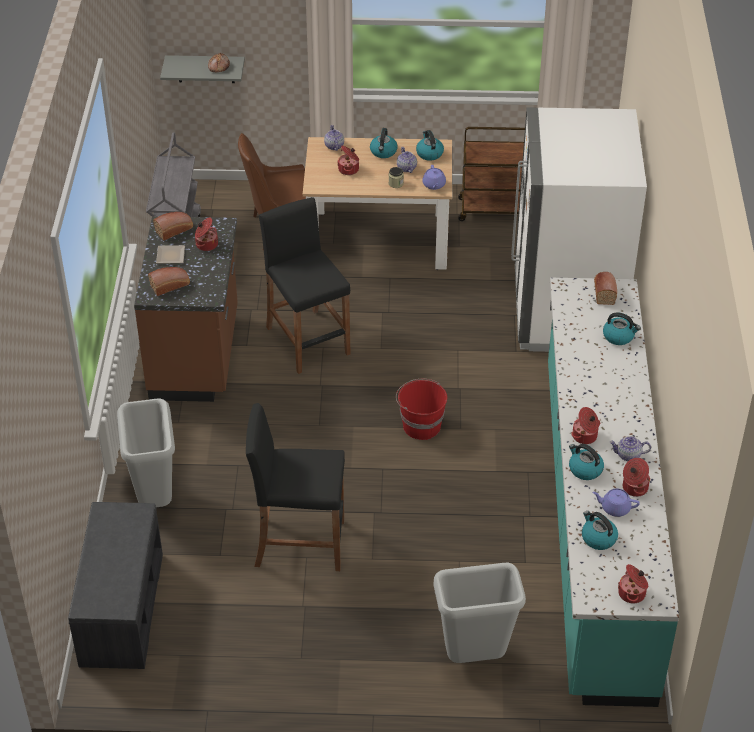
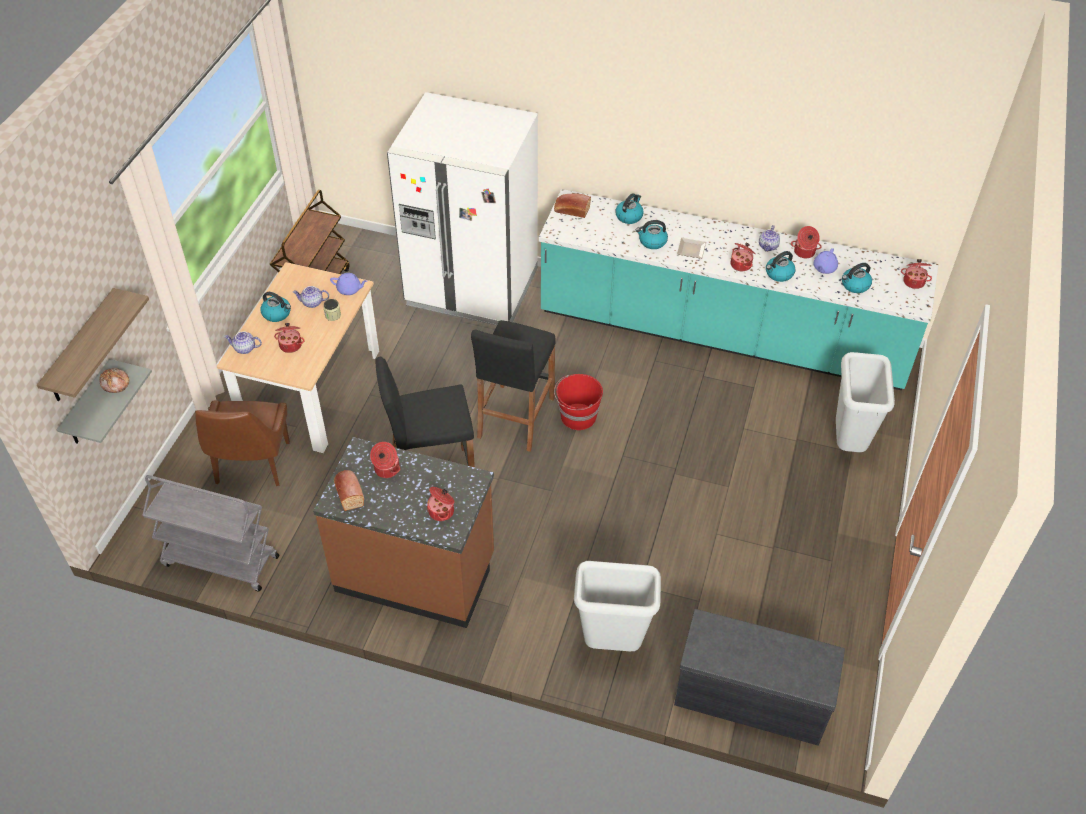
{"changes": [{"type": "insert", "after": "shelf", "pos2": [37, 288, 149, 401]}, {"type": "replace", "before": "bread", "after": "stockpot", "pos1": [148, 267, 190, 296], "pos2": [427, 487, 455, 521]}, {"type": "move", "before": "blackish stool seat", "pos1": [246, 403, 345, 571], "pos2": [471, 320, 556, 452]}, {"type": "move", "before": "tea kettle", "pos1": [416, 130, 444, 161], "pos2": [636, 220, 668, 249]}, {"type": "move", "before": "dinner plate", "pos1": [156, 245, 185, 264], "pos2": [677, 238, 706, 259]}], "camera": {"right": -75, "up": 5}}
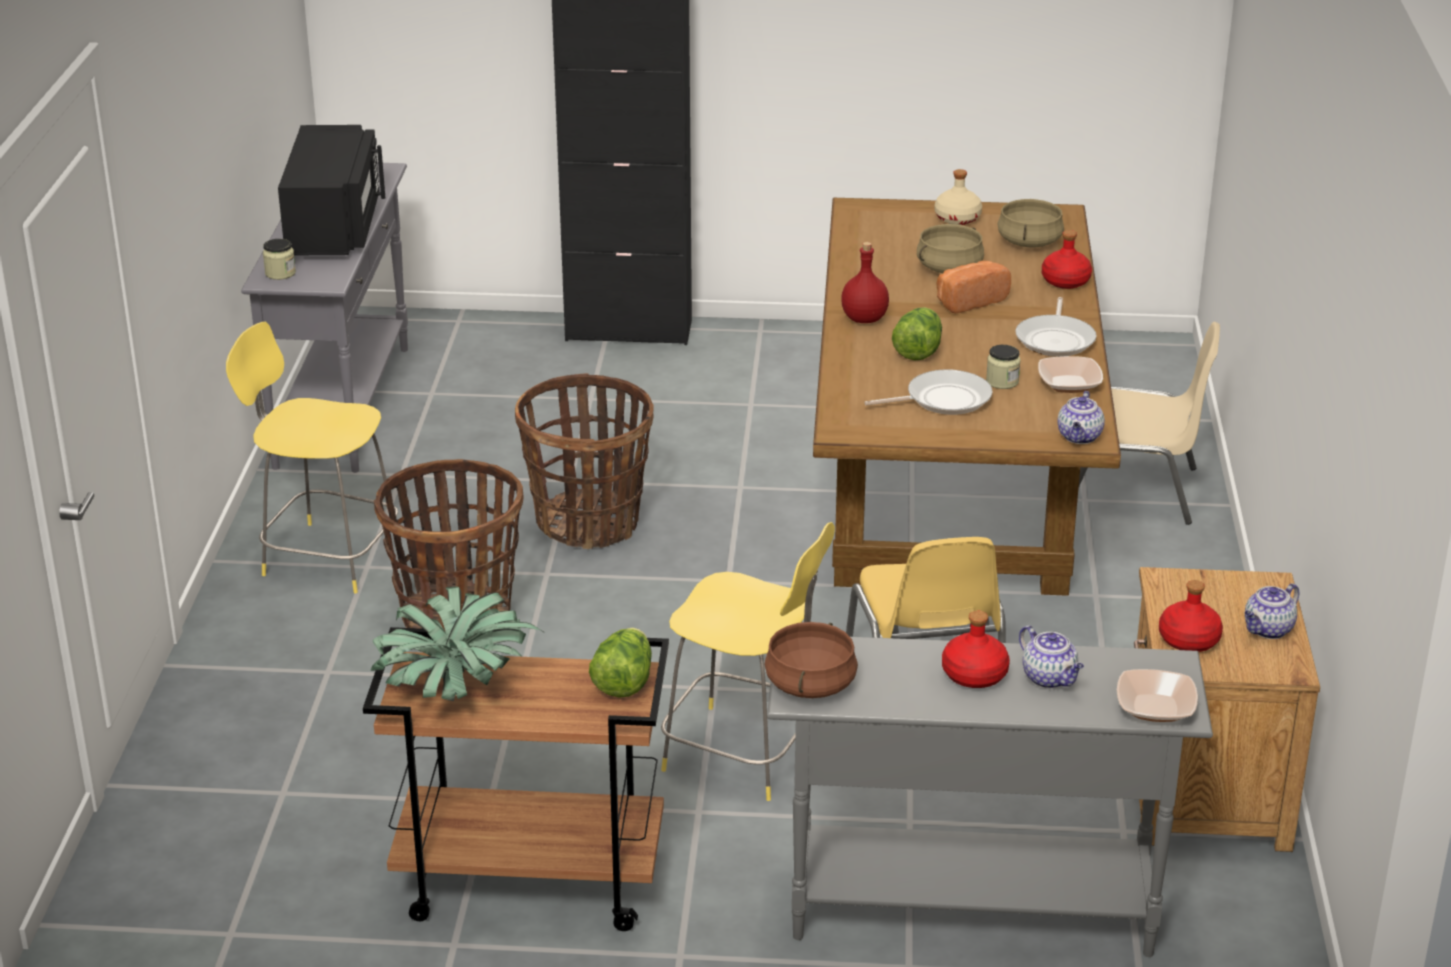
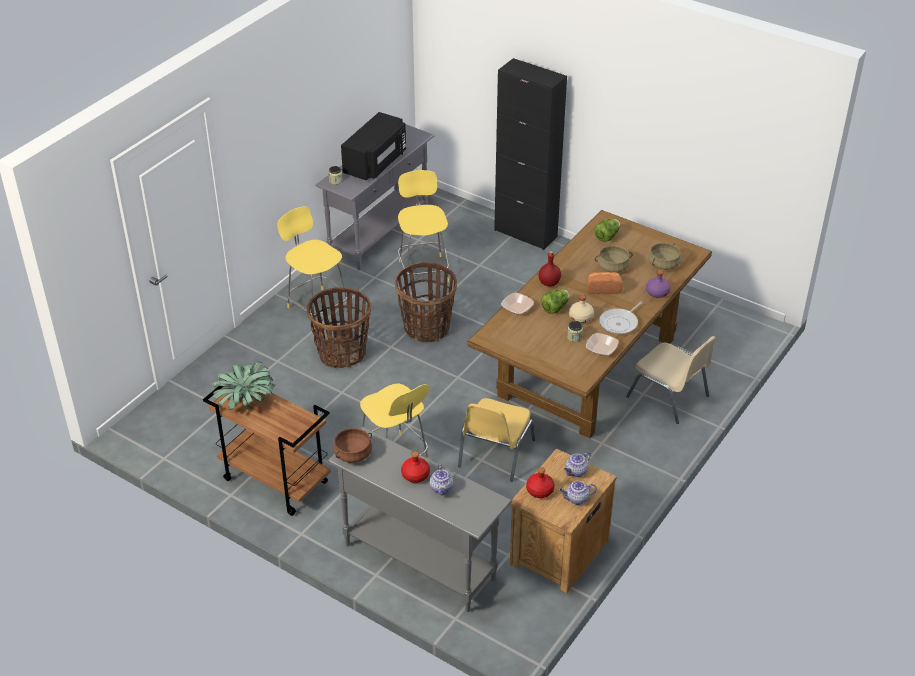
{"changes": [{"type": "insert", "after": "yellow stool seat", "pos2": [398, 170, 449, 282]}, {"type": "move", "before": "deep dish", "pos1": [1117, 669, 1198, 722], "pos2": [501, 293, 534, 314]}, {"type": "move", "before": "teapot", "pos1": [1057, 391, 1105, 444], "pos2": [564, 451, 591, 477]}, {"type": "move", "before": "sand-coloured beverage bottle", "pos1": [935, 169, 982, 225], "pos2": [569, 295, 594, 323]}, {"type": "move", "before": "head of lettuce", "pos1": [589, 628, 652, 698], "pos2": [594, 219, 620, 242]}, {"type": "recolor", "before": "reddish beverage bottle", "after": "purplish beverage bottle", "pos1": [1042, 230, 1092, 289], "pos2": [646, 270, 671, 298]}, {"type": "delete", "before": "frying pan", "pos1": [864, 369, 993, 415]}], "camera": {"right": 30, "up": 10}}
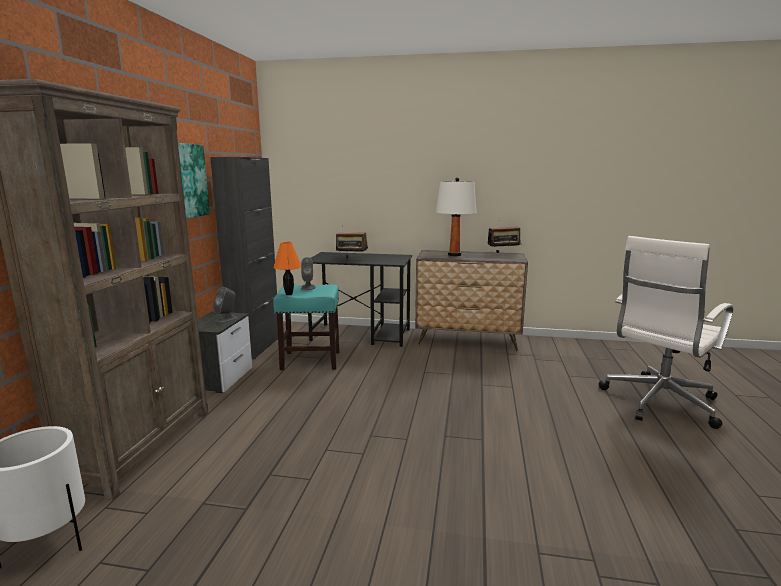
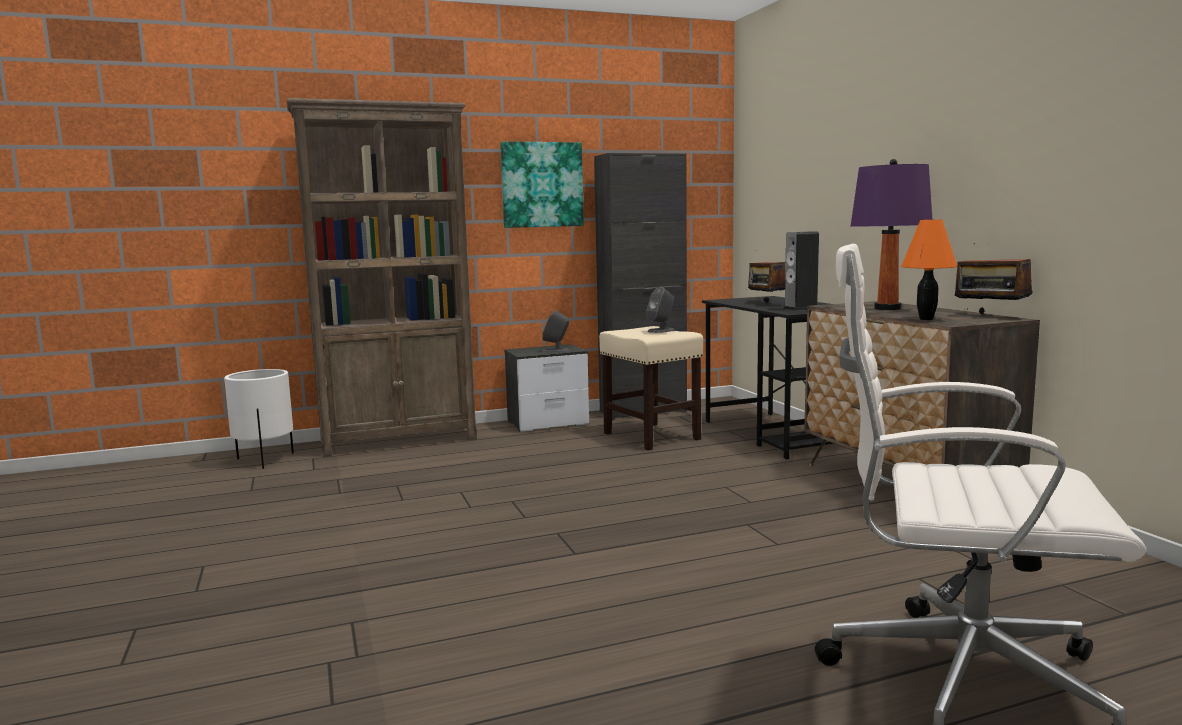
{"changes": [{"type": "recolor", "before": "blue-green stool seat", "after": "sand-coloured stool seat", "pos1": [273, 284, 339, 370], "pos2": [599, 326, 703, 450]}, {"type": "insert", "after": "audio speaker", "pos2": [783, 231, 819, 311]}, {"type": "recolor", "before": "white-coloured lamp for a table", "after": "purplish lamp for a table", "pos1": [436, 177, 477, 256], "pos2": [851, 159, 933, 310]}, {"type": "move", "before": "orangey lamp for a table", "pos1": [273, 242, 302, 295], "pos2": [901, 220, 957, 320]}], "camera": {"right": 60, "up": -5}}
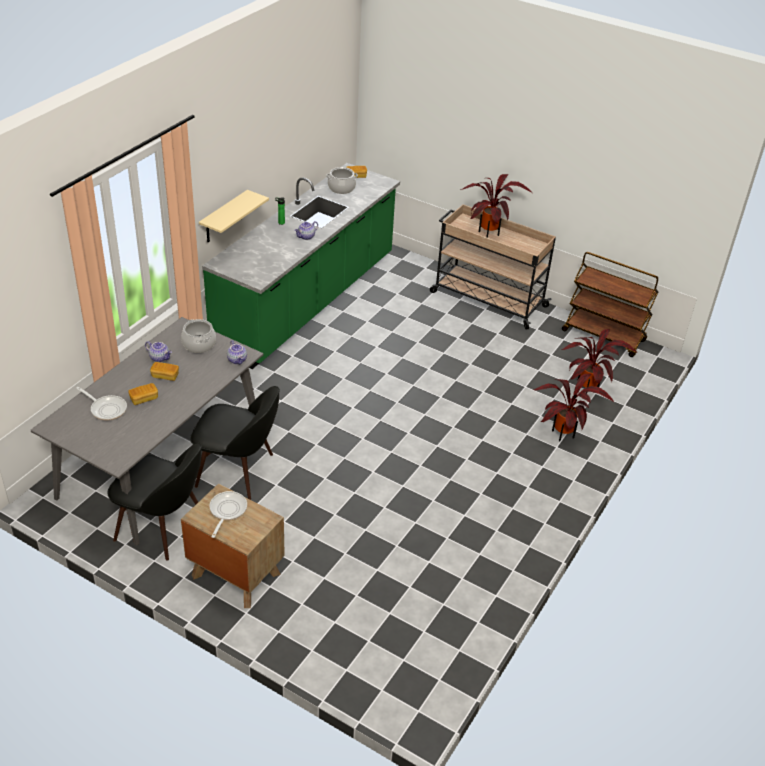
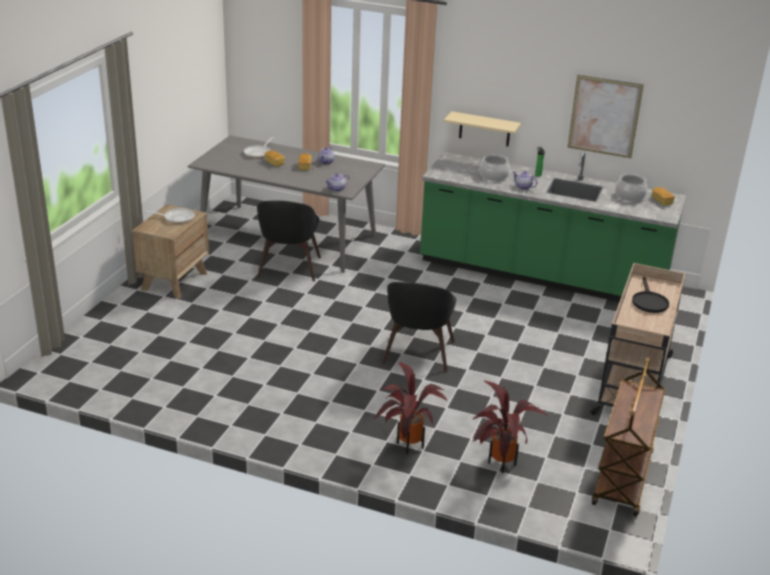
{"changes": [{"type": "move", "before": "blackish upright chair", "pos1": [107, 443, 202, 561], "pos2": [382, 282, 456, 372]}, {"type": "move", "before": "stockpot", "pos1": [181, 319, 216, 353], "pos2": [480, 154, 510, 181]}, {"type": "insert", "after": "wall art", "pos2": [567, 75, 644, 158]}, {"type": "replace", "before": "plant in a pot", "after": "blackish frying pan", "pos1": [460, 174, 532, 238], "pos2": [632, 277, 669, 313]}], "camera": {"right": 80, "up": -10}}
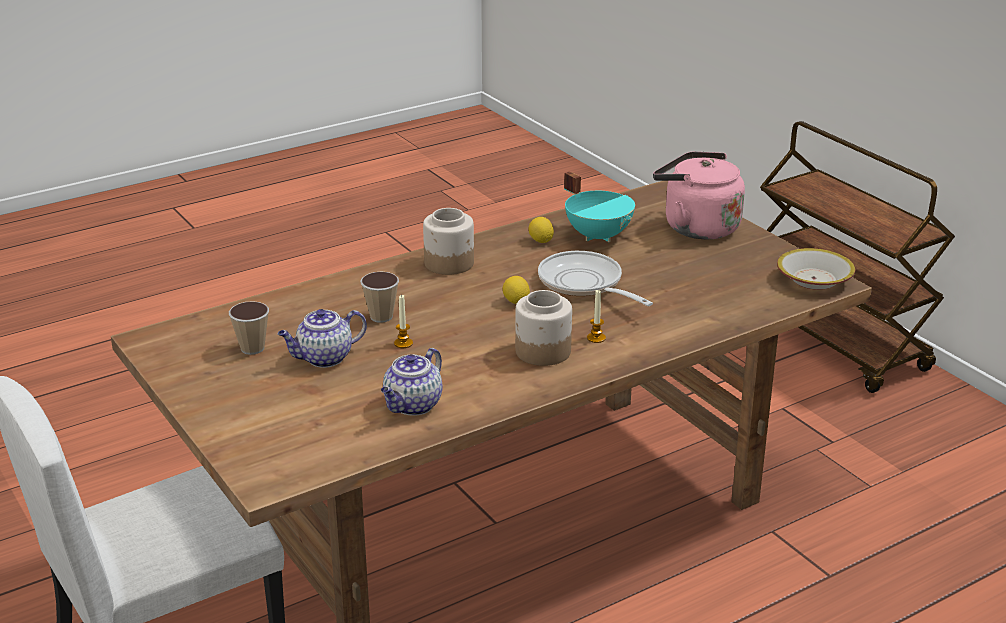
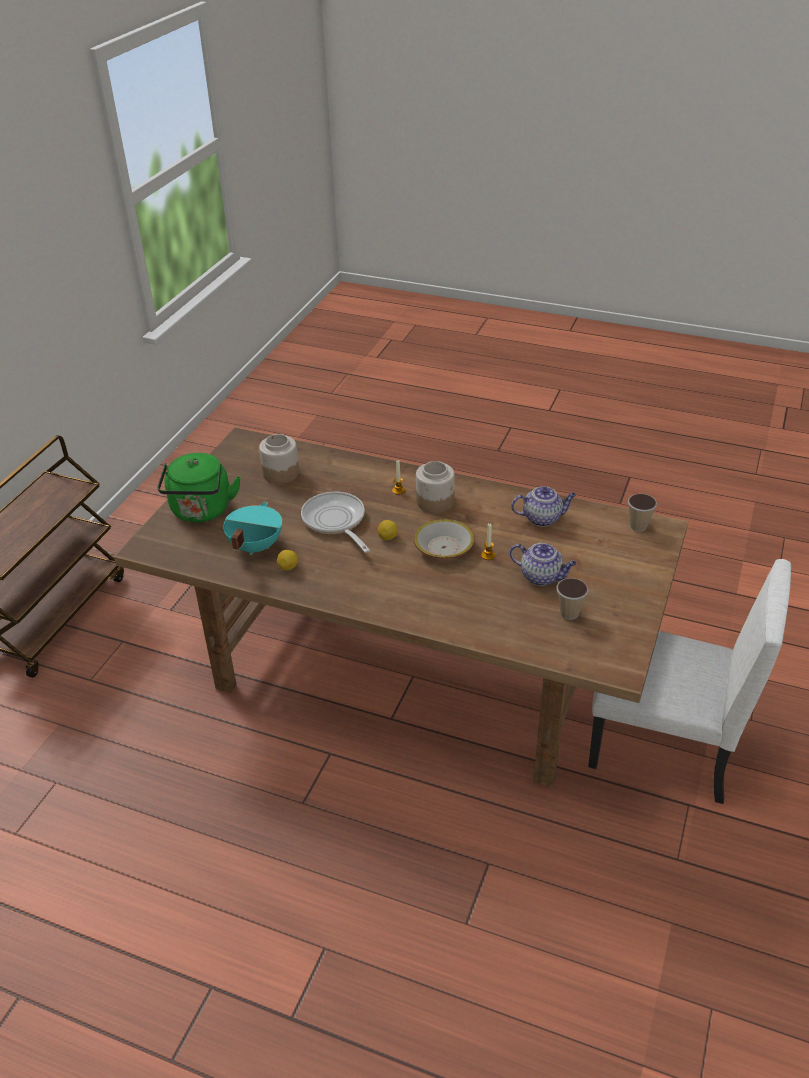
{"changes": [{"type": "recolor", "before": "pink tea kettle", "after": "green tea kettle", "pos1": [653, 151, 745, 239], "pos2": [157, 453, 241, 523]}, {"type": "move", "before": "preserve jar", "pos1": [423, 208, 474, 275], "pos2": [259, 434, 299, 484]}, {"type": "rotate", "before": "frying pan", "pos1": [538, 251, 653, 306], "pos2": [301, 492, 370, 553], "turn": 135}, {"type": "move", "before": "deep dish", "pos1": [777, 248, 855, 290], "pos2": [414, 519, 475, 559]}, {"type": "move", "before": "cup", "pos1": [360, 272, 399, 323], "pos2": [628, 494, 657, 532]}], "camera": {"right": -125, "up": 10}}
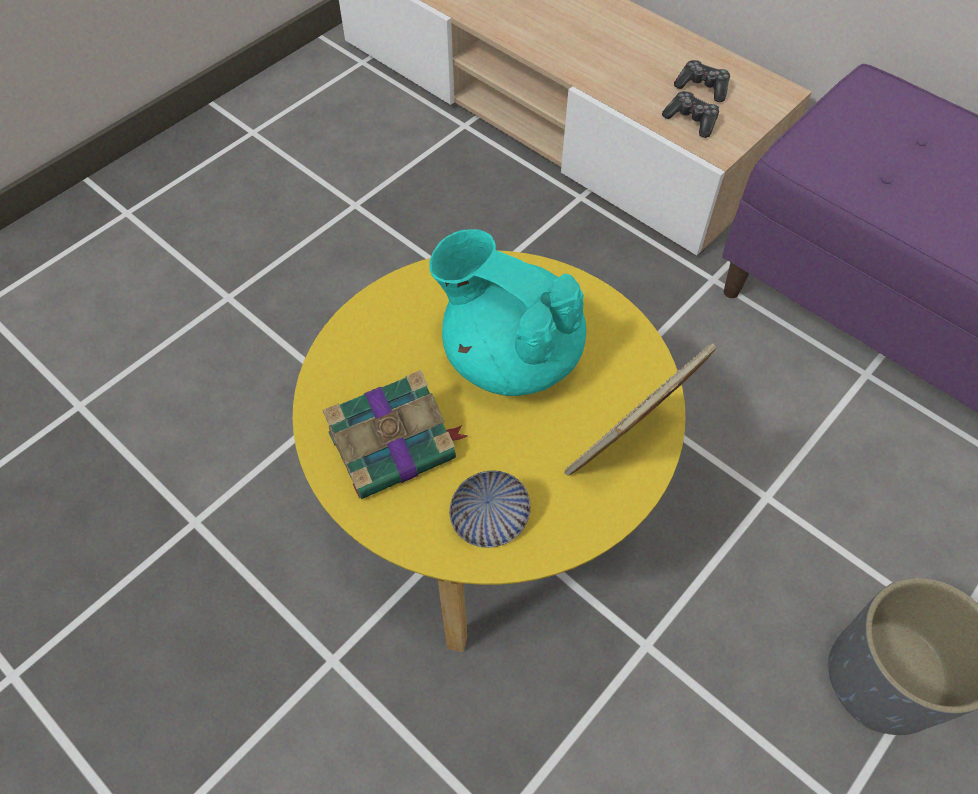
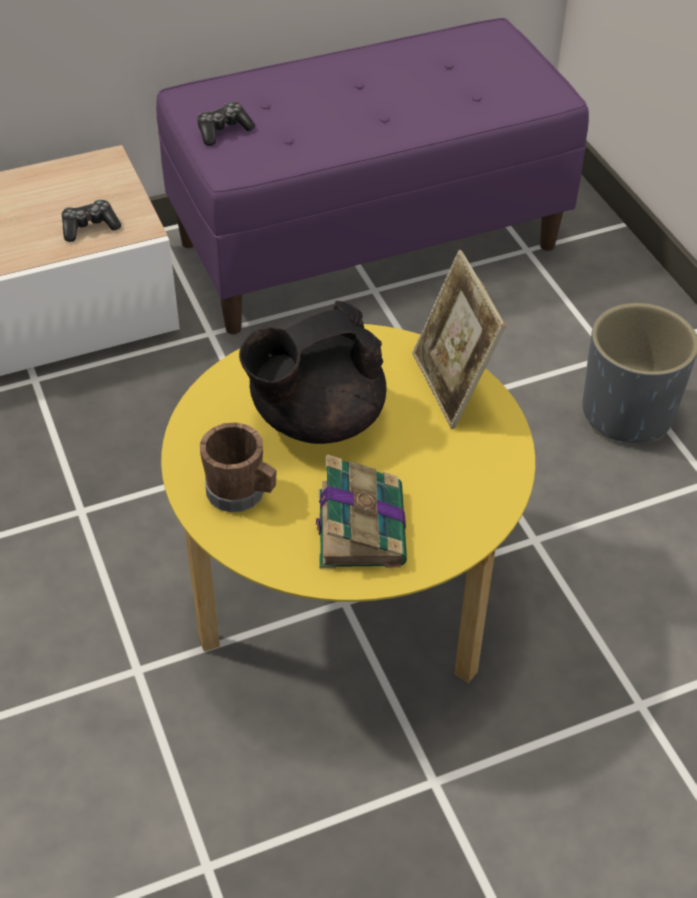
{"changes": [{"type": "move", "before": "gamepad", "pos1": [674, 60, 730, 102], "pos2": [198, 102, 255, 146]}, {"type": "insert", "after": "brown coffee mug", "pos2": [200, 423, 276, 512]}, {"type": "recolor", "before": "blue-green teapot", "after": "blackish teapot", "pos1": [429, 229, 586, 396], "pos2": [239, 301, 387, 444]}, {"type": "delete", "before": "deep dish", "pos1": [449, 470, 531, 548]}], "camera": {"right": -65, "up": -10}}
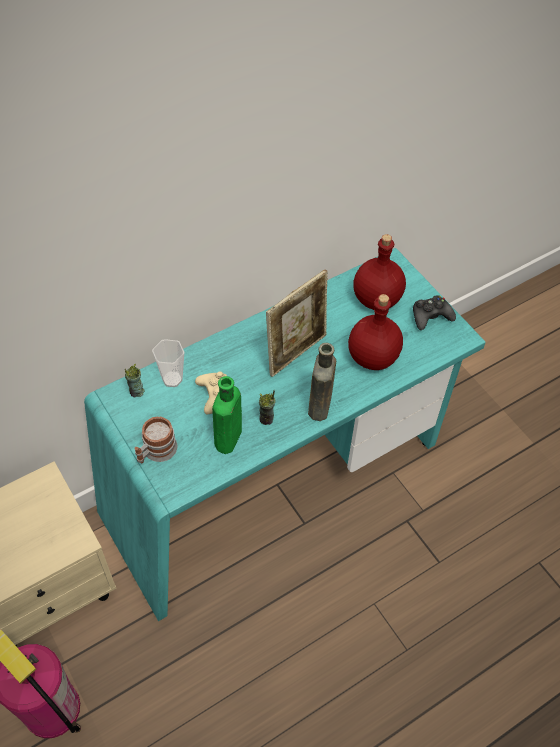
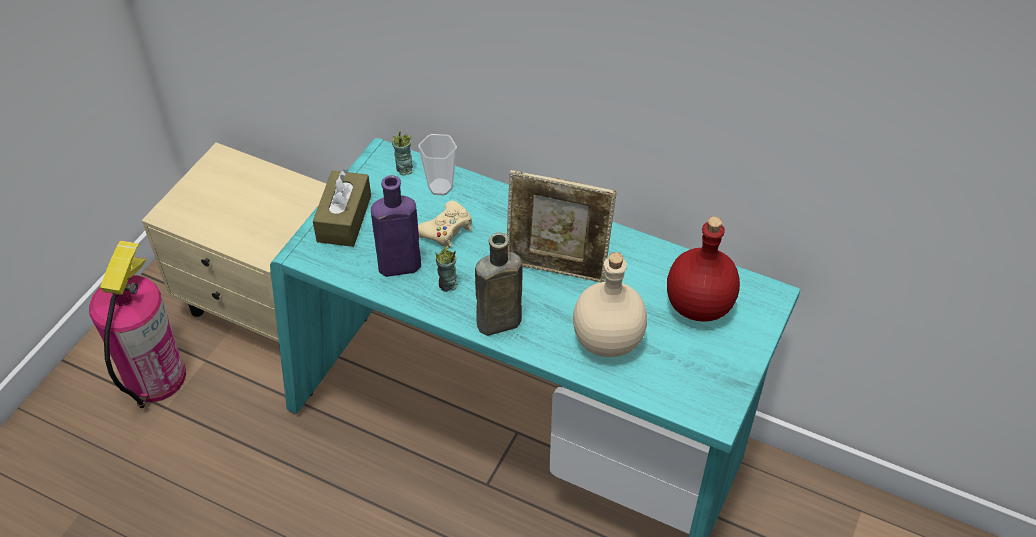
{"changes": [{"type": "replace", "before": "coffee mug", "after": "brown tissue holder", "pos1": [134, 417, 177, 463], "pos2": [313, 170, 371, 247]}, {"type": "recolor", "before": "green beverage bottle", "after": "purplish beverage bottle", "pos1": [212, 376, 242, 454], "pos2": [371, 175, 421, 277]}, {"type": "recolor", "before": "reddish beverage bottle", "after": "sand-coloured beverage bottle", "pos1": [348, 294, 403, 370], "pos2": [573, 252, 647, 357]}, {"type": "delete", "before": "blackish gamepad", "pos1": [413, 295, 456, 330]}], "camera": {"right": 60, "up": -5}}
